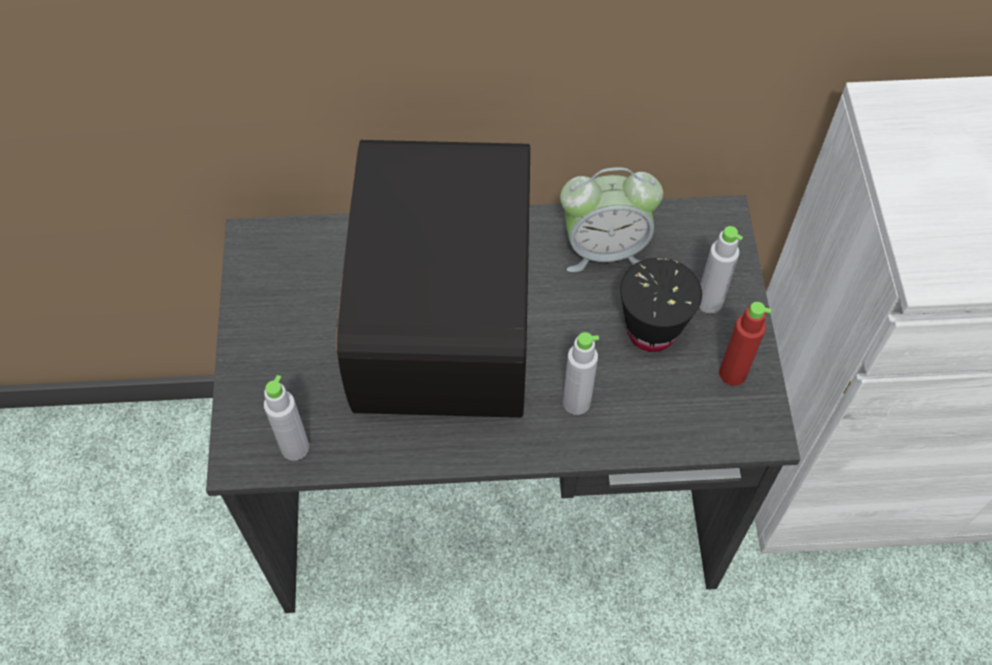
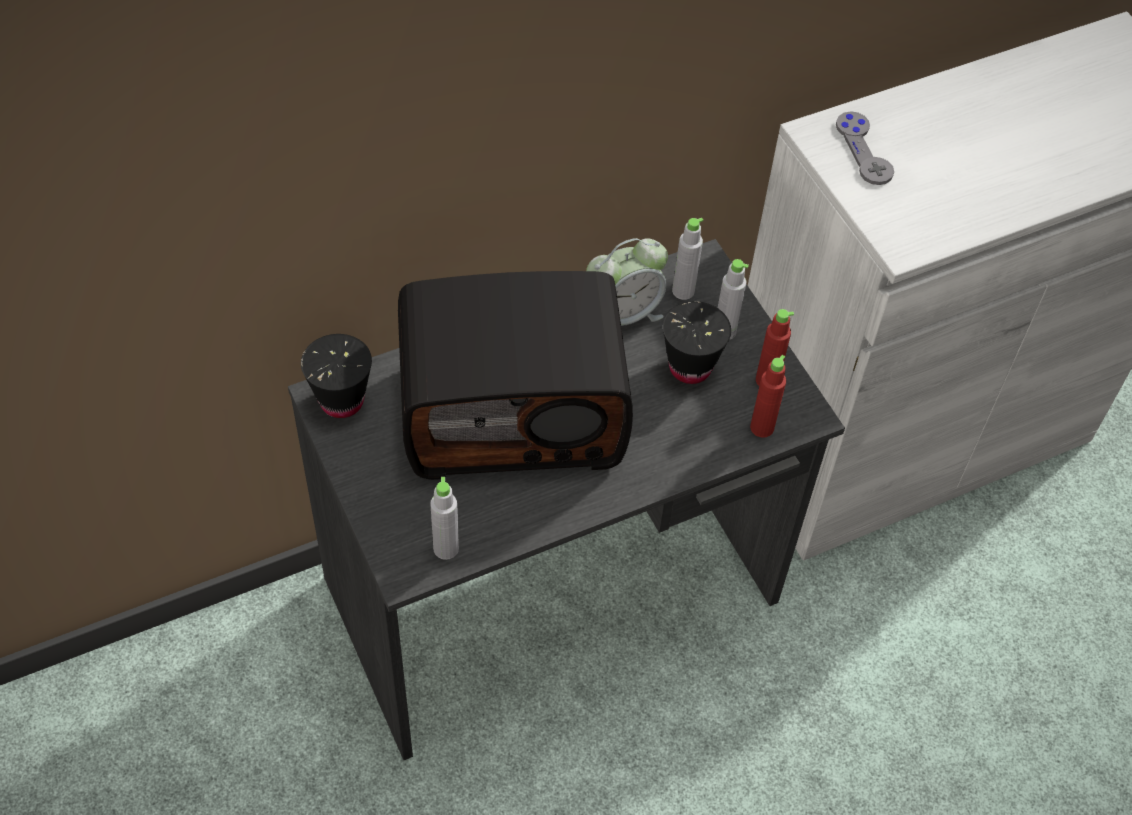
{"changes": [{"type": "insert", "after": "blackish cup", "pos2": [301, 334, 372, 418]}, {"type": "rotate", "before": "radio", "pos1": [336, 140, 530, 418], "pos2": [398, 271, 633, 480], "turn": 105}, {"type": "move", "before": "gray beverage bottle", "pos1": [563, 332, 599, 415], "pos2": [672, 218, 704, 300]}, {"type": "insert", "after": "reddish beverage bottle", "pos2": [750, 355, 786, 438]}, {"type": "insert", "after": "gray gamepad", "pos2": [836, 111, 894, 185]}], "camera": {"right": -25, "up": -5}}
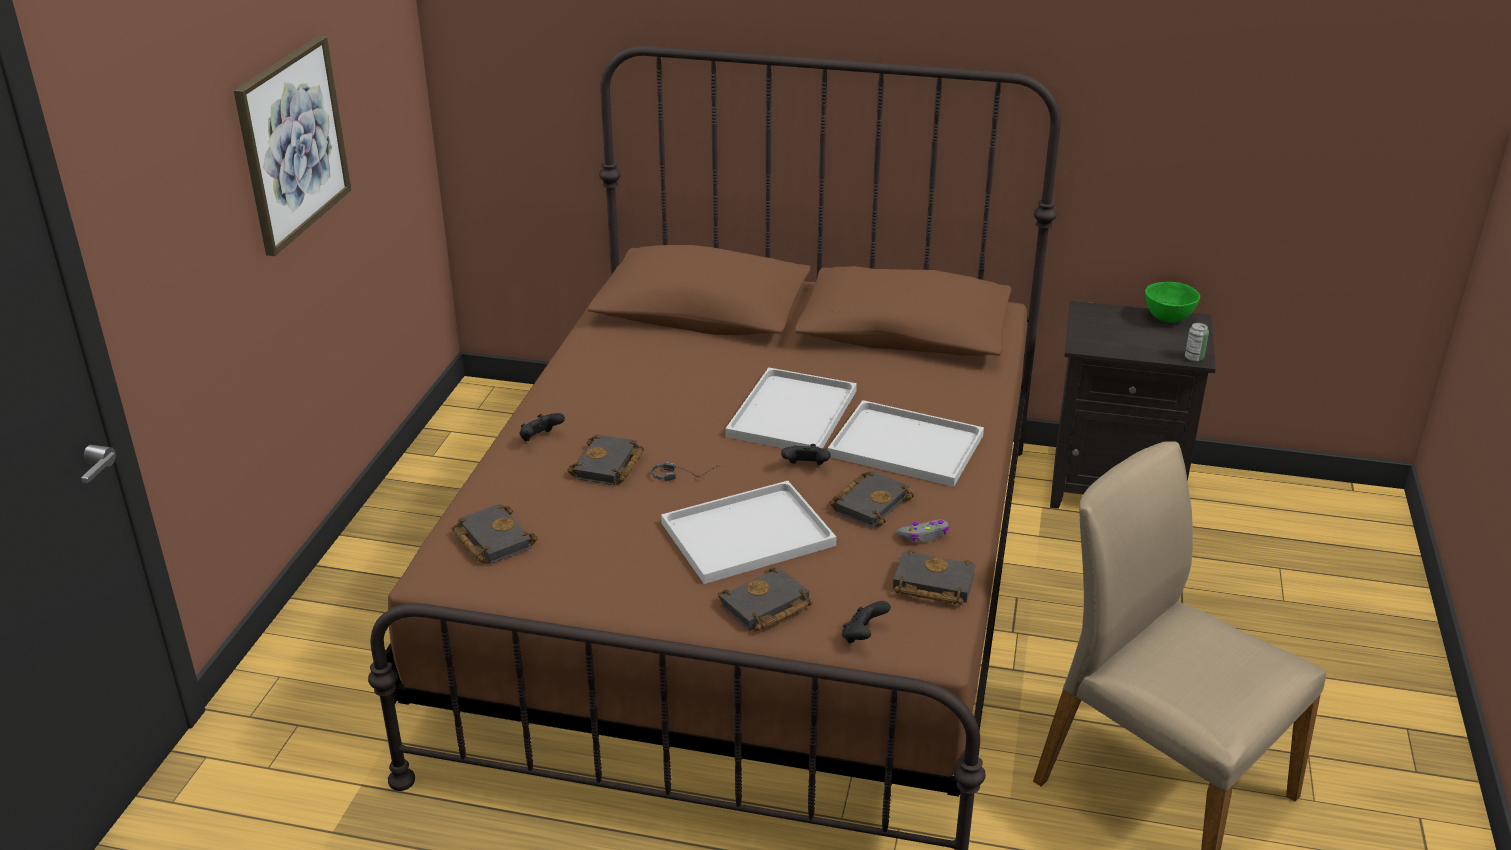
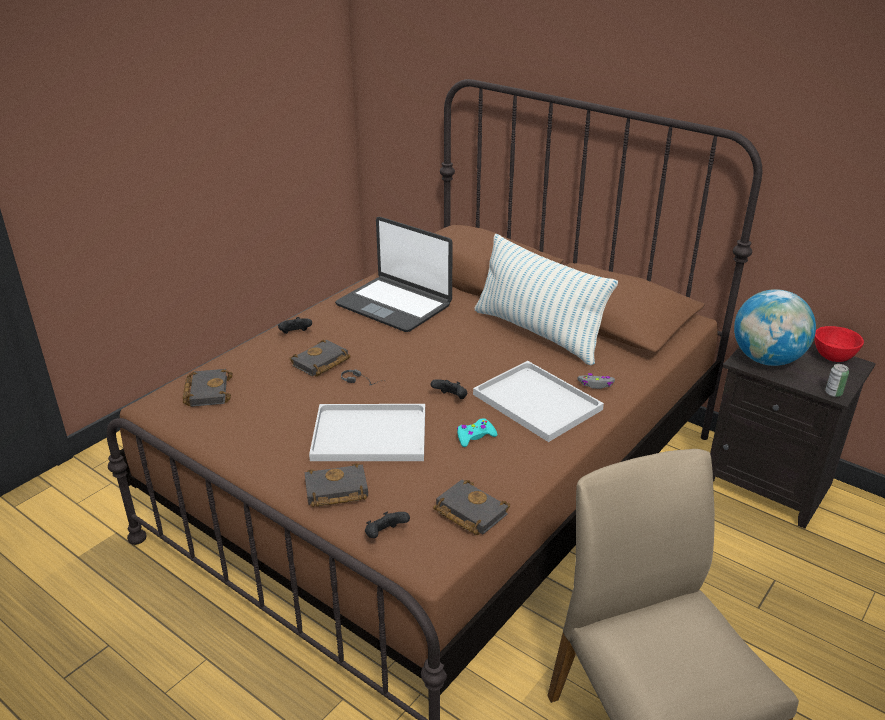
{"changes": [{"type": "insert", "after": "laptop", "pos2": [335, 217, 453, 332]}, {"type": "replace", "before": "blackish book", "after": "blue-green gamepad", "pos1": [829, 472, 914, 528], "pos2": [457, 418, 497, 447]}, {"type": "insert", "after": "pillow", "pos2": [474, 234, 618, 365]}, {"type": "move", "before": "gray gamepad", "pos1": [896, 520, 949, 542], "pos2": [577, 373, 615, 389]}, {"type": "insert", "after": "world globe", "pos2": [734, 289, 816, 366]}, {"type": "recolor", "before": "green deep dish", "after": "reddish deep dish", "pos1": [1145, 282, 1200, 323], "pos2": [815, 326, 864, 362]}, {"type": "delete", "before": "wall art", "pos1": [234, 36, 351, 256]}, {"type": "delete", "before": "white-coloured tray", "pos1": [725, 367, 857, 448]}], "camera": {"right": 25, "up": 0}}
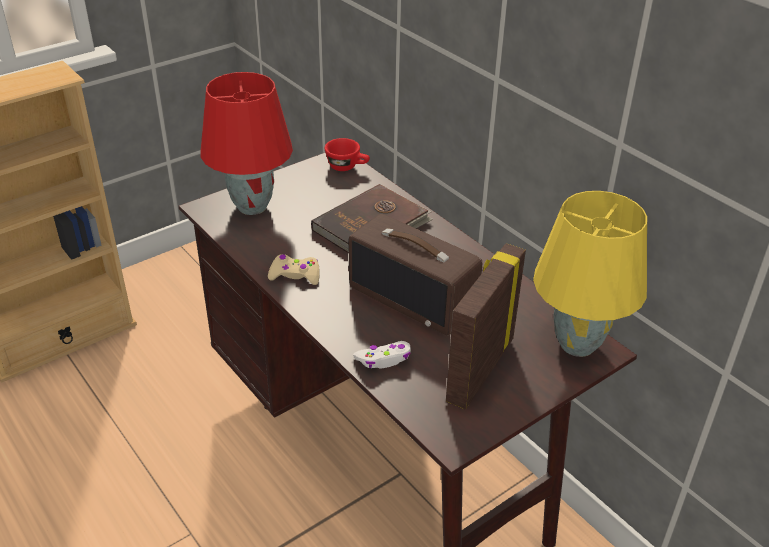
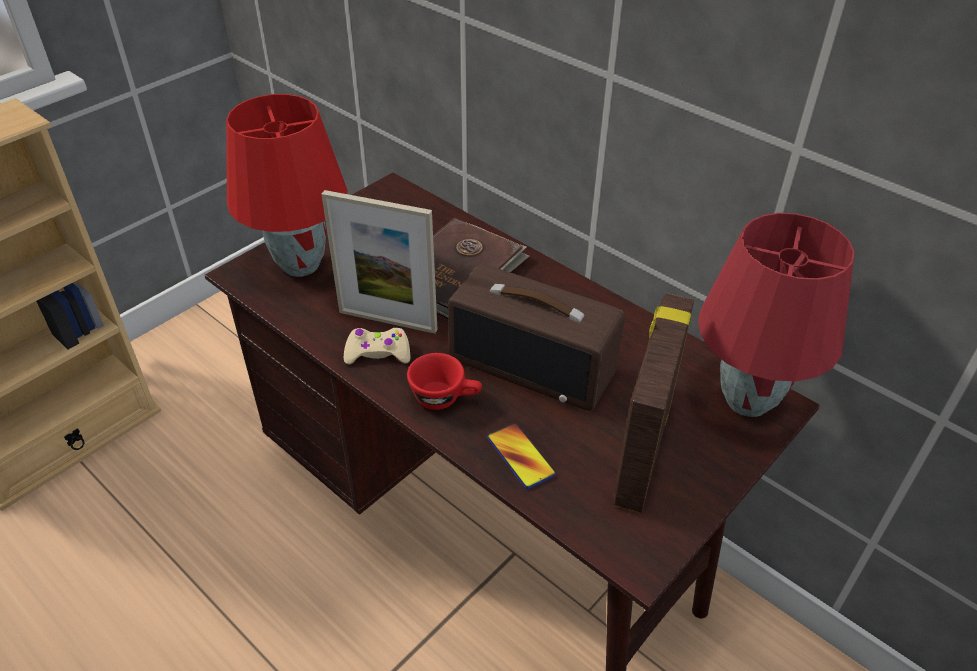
{"changes": [{"type": "insert", "after": "photo frame", "pos2": [321, 190, 437, 333]}, {"type": "move", "before": "reddish cup", "pos1": [324, 138, 370, 171], "pos2": [407, 353, 482, 410]}, {"type": "replace", "before": "white-coloured gamepad", "after": "handset", "pos1": [353, 341, 411, 369], "pos2": [487, 423, 556, 489]}, {"type": "recolor", "before": "yellow lamp for a table", "after": "reddish lamp for a table", "pos1": [533, 191, 647, 357], "pos2": [698, 213, 855, 417]}], "camera": {"right": -10, "up": 5}}
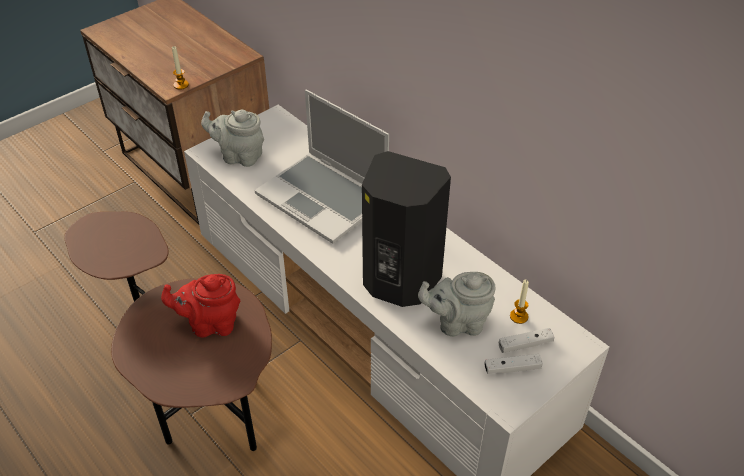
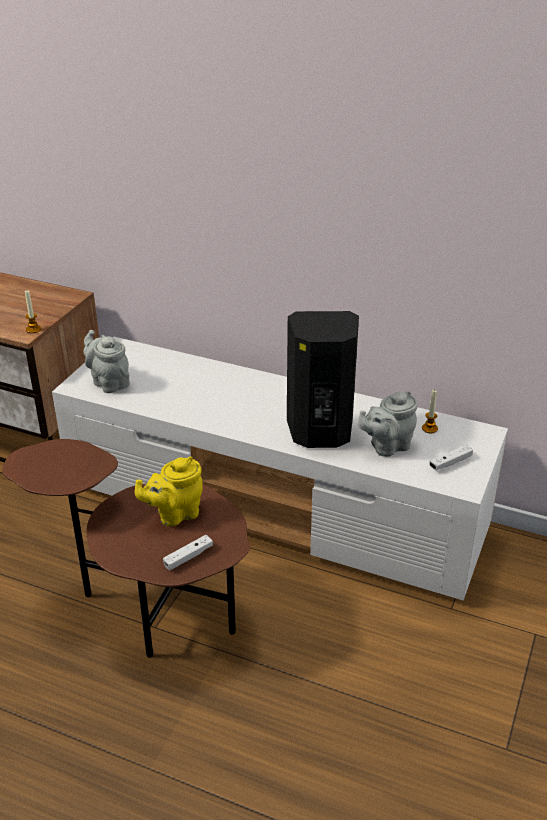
{"changes": [{"type": "rotate", "before": "gray teapot", "pos1": [201, 110, 264, 167], "pos2": [84, 330, 130, 393], "turn": 60}, {"type": "recolor", "before": "reddish teapot", "after": "yellow teapot", "pos1": [161, 274, 240, 338], "pos2": [135, 457, 203, 526]}, {"type": "move", "before": "white-coloured gamepad", "pos1": [499, 328, 554, 353], "pos2": [163, 535, 213, 571]}, {"type": "delete", "before": "laptop", "pos1": [255, 90, 389, 244]}], "camera": {"right": -25, "up": -10}}
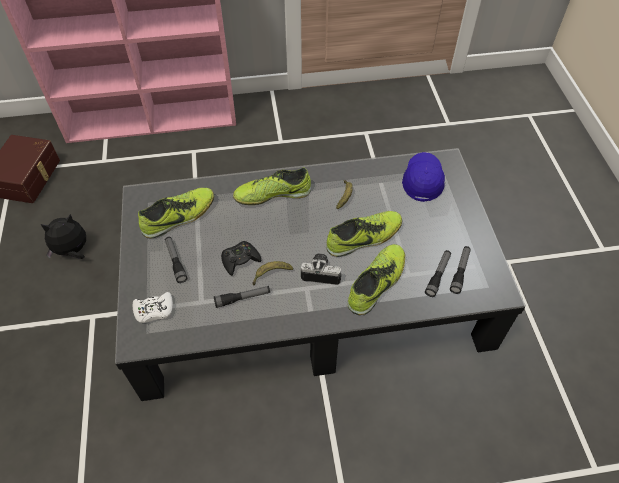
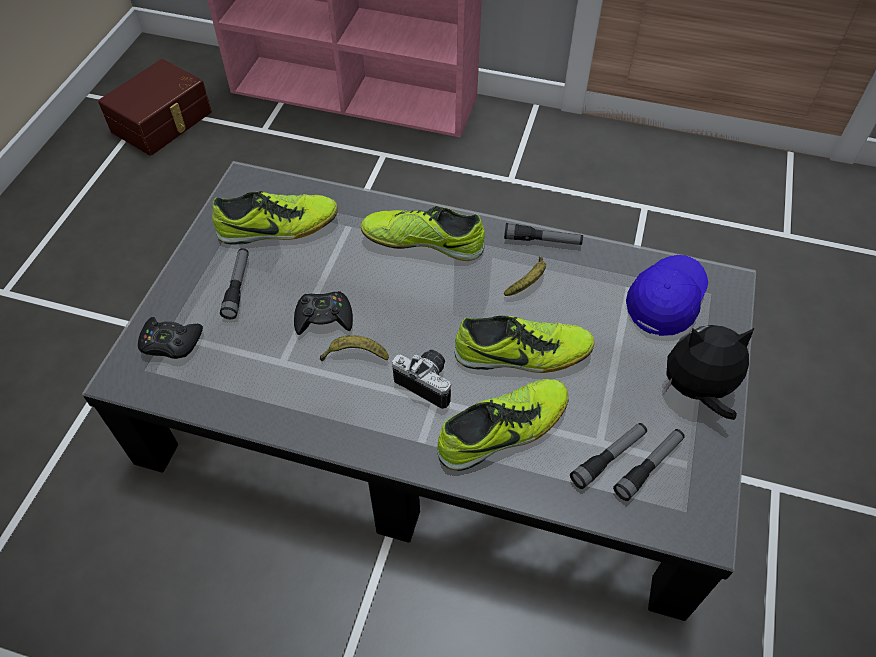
{"changes": [{"type": "recolor", "before": "white-coloured gamepad", "after": "blackish gamepad", "pos1": [133, 292, 173, 323], "pos2": [138, 317, 203, 359]}, {"type": "move", "before": "flashlight", "pos1": [214, 286, 270, 308], "pos2": [504, 223, 583, 245]}, {"type": "move", "before": "plush toy", "pos1": [41, 214, 86, 259], "pos2": [664, 325, 755, 420]}], "camera": {"right": 25, "up": 0}}
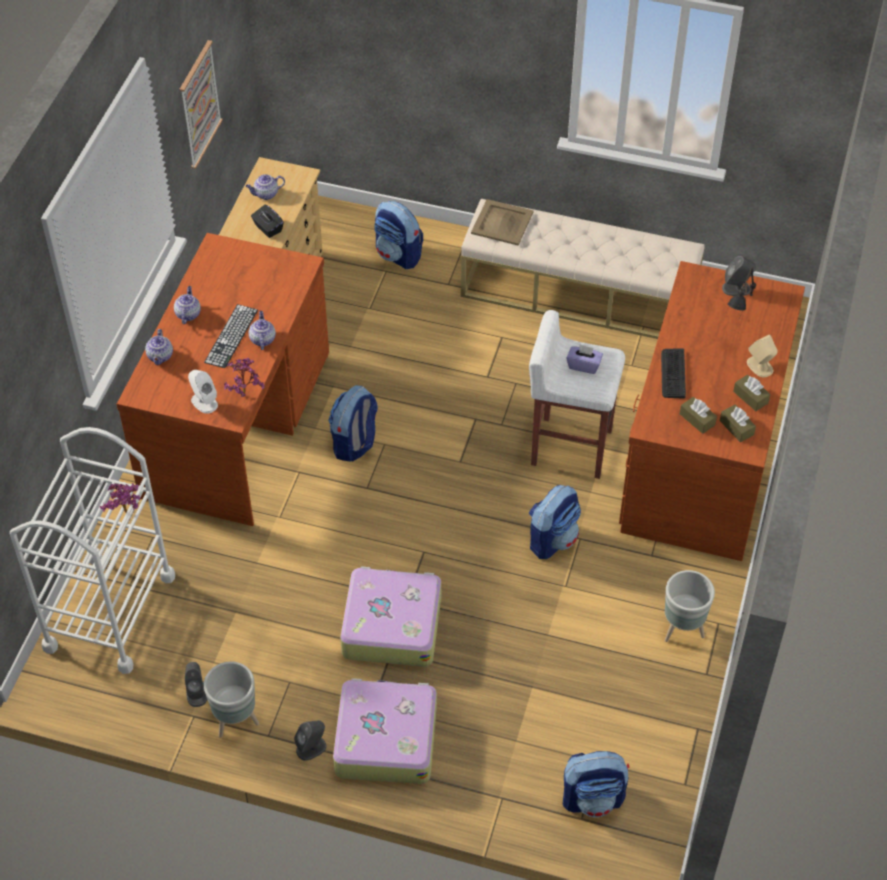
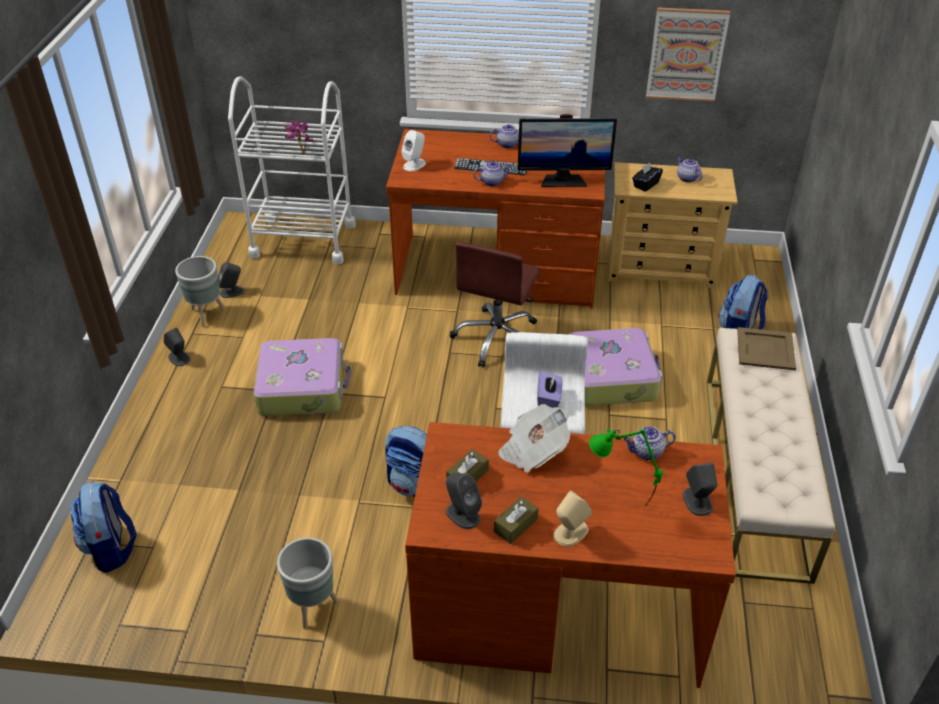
{"changes": [{"type": "replace", "before": "brown tissue holder", "after": "gray audio speaker", "pos1": [720, 405, 756, 442], "pos2": [446, 473, 482, 529]}, {"type": "replace", "before": "knapsack", "after": "brown computer chair", "pos1": [329, 385, 378, 462], "pos2": [450, 242, 541, 368]}, {"type": "replace", "before": "keyboard", "after": "printed paper", "pos1": [661, 349, 686, 399], "pos2": [498, 404, 570, 473]}, {"type": "insert", "after": "computer screen", "pos2": [518, 114, 617, 187]}, {"type": "move", "before": "travel case", "pos1": [333, 678, 437, 784], "pos2": [569, 328, 662, 406]}, {"type": "recolor", "before": "blackish lamp for a table", "after": "green lamp for a table", "pos1": [728, 267, 756, 319], "pos2": [589, 429, 663, 507]}, {"type": "move", "before": "teapot", "pos1": [145, 329, 173, 365], "pos2": [624, 426, 675, 460]}, {"type": "delete", "before": "plant in a pot", "pos1": [224, 358, 264, 397]}], "camera": {"right": 80, "up": -10}}
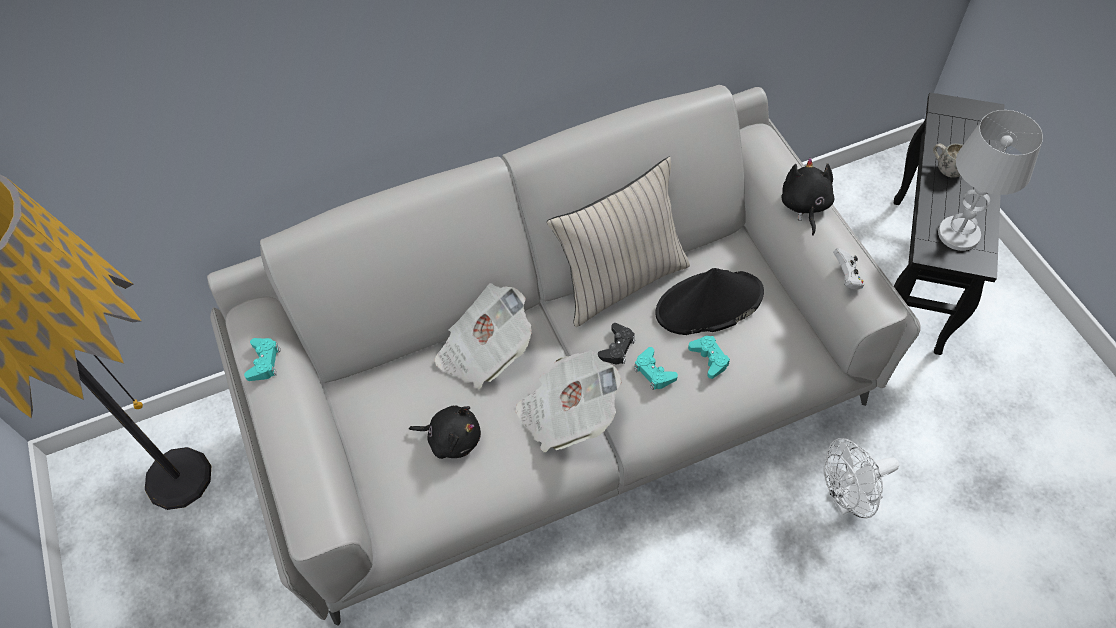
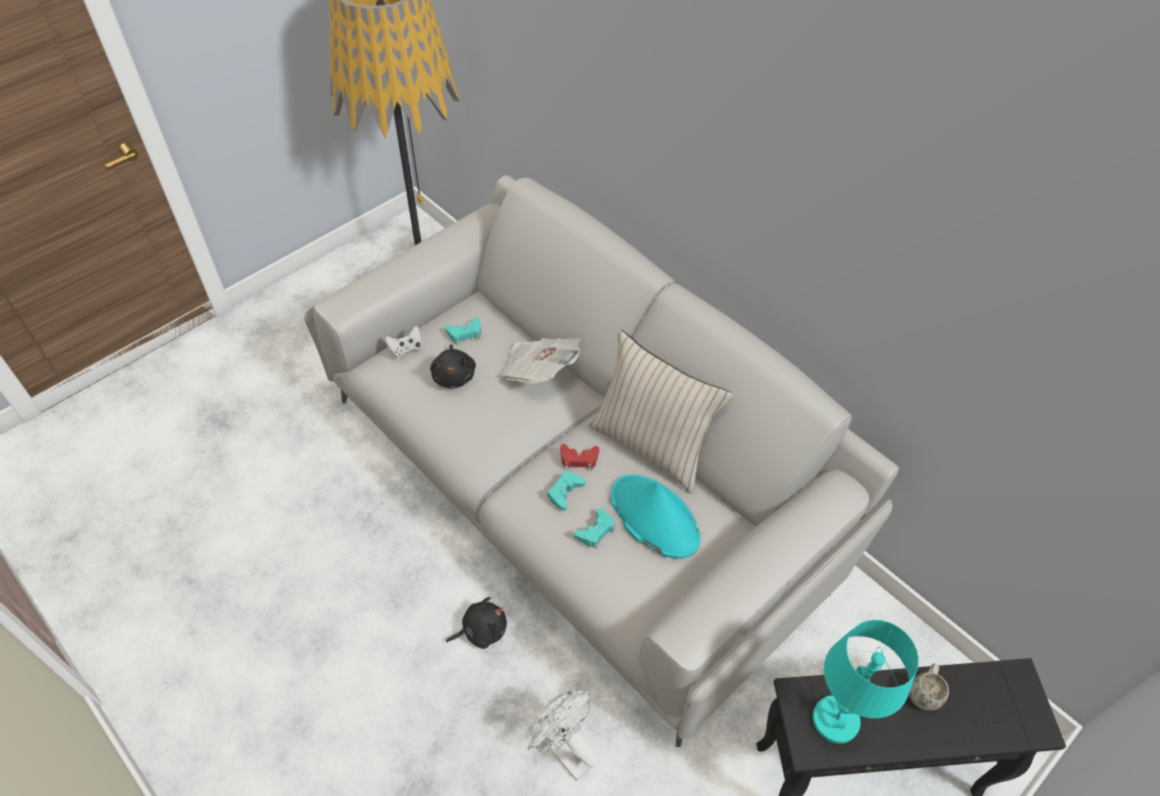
{"changes": [{"type": "move", "before": "white-coloured gamepad", "pos1": [833, 248, 864, 289], "pos2": [385, 326, 422, 358]}, {"type": "move", "before": "blue-green gamepad", "pos1": [244, 338, 281, 381], "pos2": [445, 317, 481, 345]}, {"type": "move", "before": "blackish plush toy", "pos1": [781, 158, 834, 236], "pos2": [446, 597, 507, 649]}, {"type": "recolor", "before": "blackish gamepad", "after": "reddish gamepad", "pos1": [598, 323, 635, 364], "pos2": [560, 444, 599, 471]}, {"type": "recolor", "before": "blackish clothing hat", "after": "blue-green clothing hat", "pos1": [655, 268, 764, 335], "pos2": [611, 475, 701, 559]}, {"type": "recolor", "before": "white-coloured lamp for a table", "after": "blue-green lamp for a table", "pos1": [938, 110, 1043, 251], "pos2": [813, 620, 919, 744]}, {"type": "delete", "before": "printed paper", "pos1": [515, 350, 622, 452]}], "camera": {"right": 65, "up": -5}}
